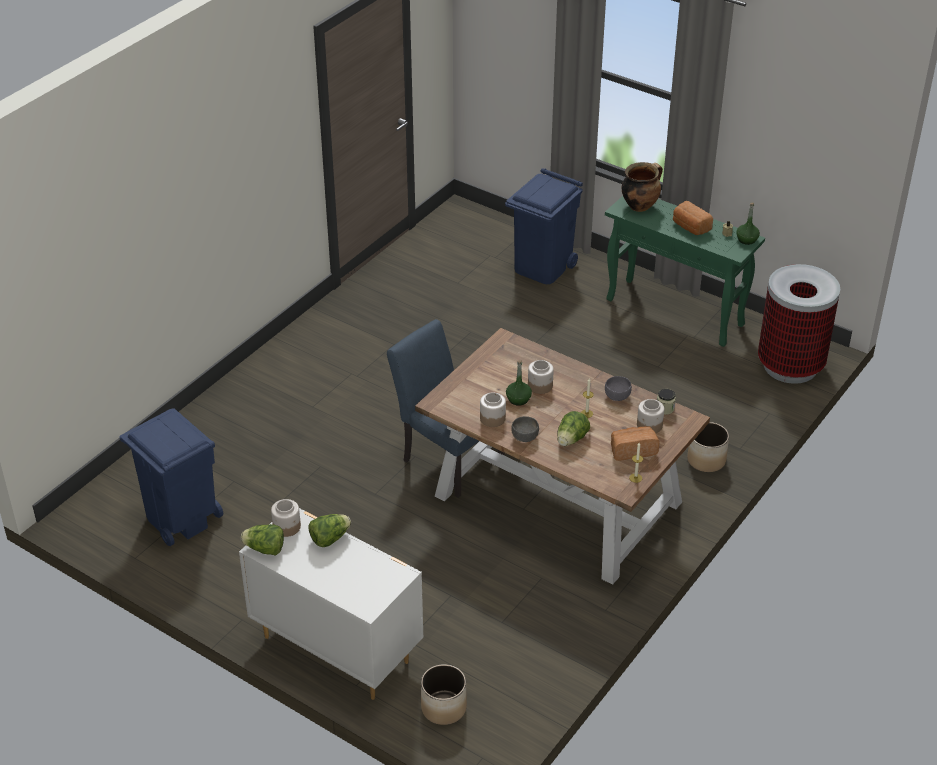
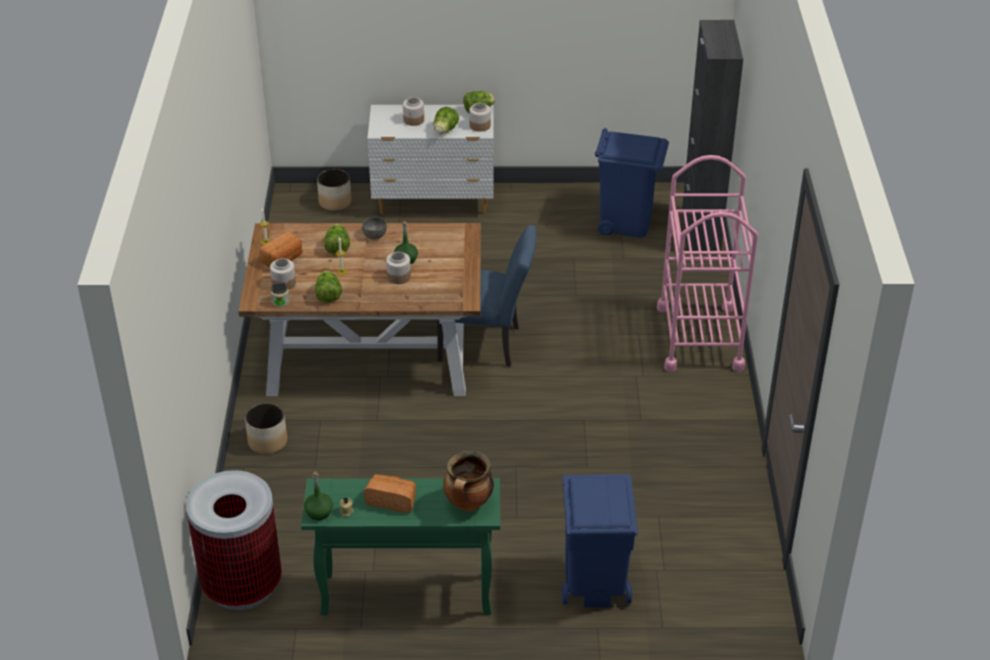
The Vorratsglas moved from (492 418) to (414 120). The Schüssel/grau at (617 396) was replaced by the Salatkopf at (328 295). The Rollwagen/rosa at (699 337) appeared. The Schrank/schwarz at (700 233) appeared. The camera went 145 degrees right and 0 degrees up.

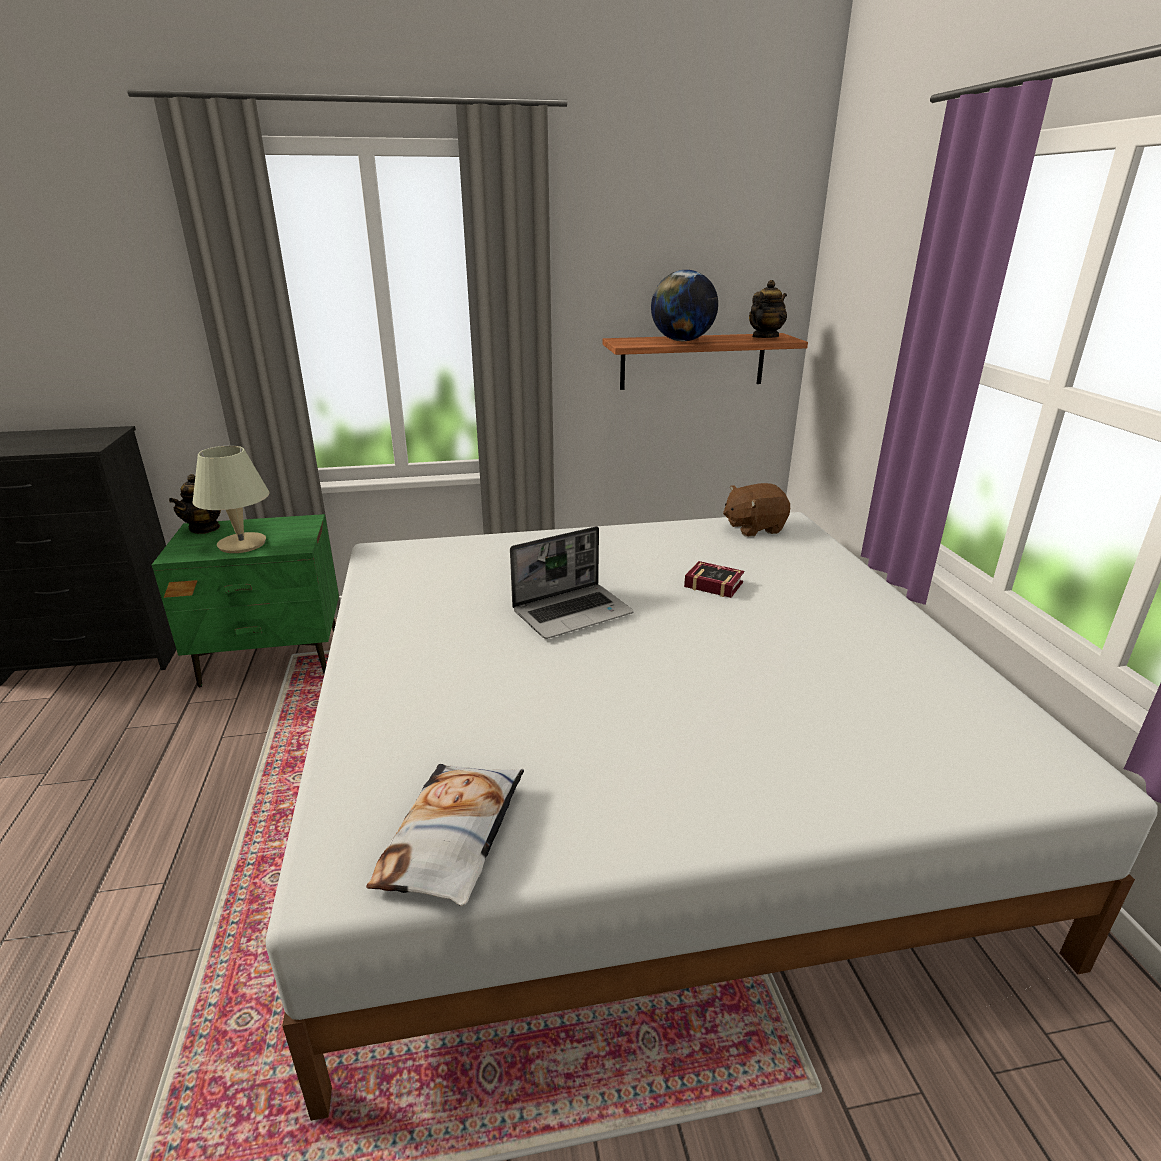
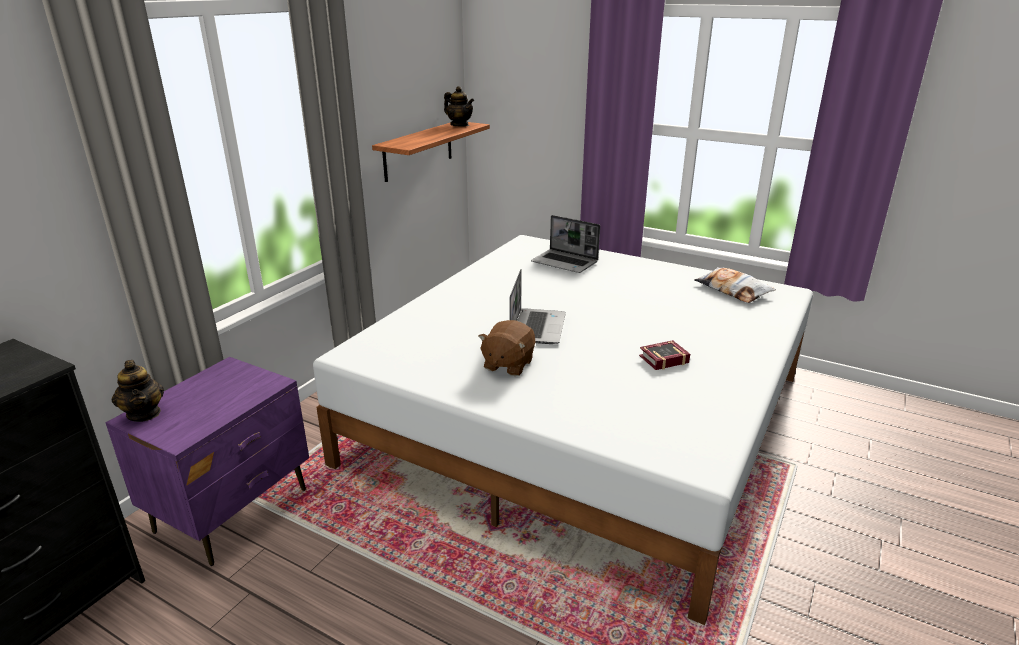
The Nachttisch/grün at (272 657) became the Nachttisch/lila at (233 510). The Tischlampe/beige at (241 544) disappeared. The Kissen moved from (454 838) to (733 290). The Globus at (682 341) disappeared. The Buch moved from (712 583) to (661 359). The Plüschtier/braun moved from (753 528) to (507 364). The Teekanne at (764 337) turned 135 degrees clockwise. The Laptop at (565 262) appeared. The camera went 50 degrees left and 0 degrees up.

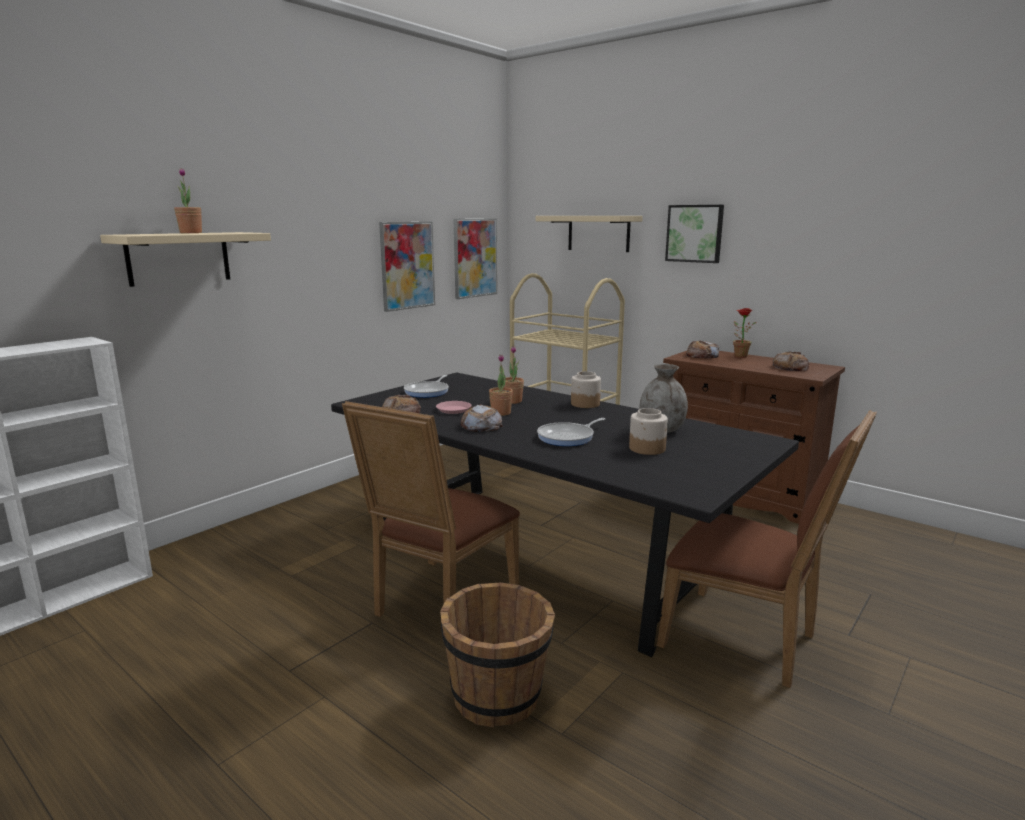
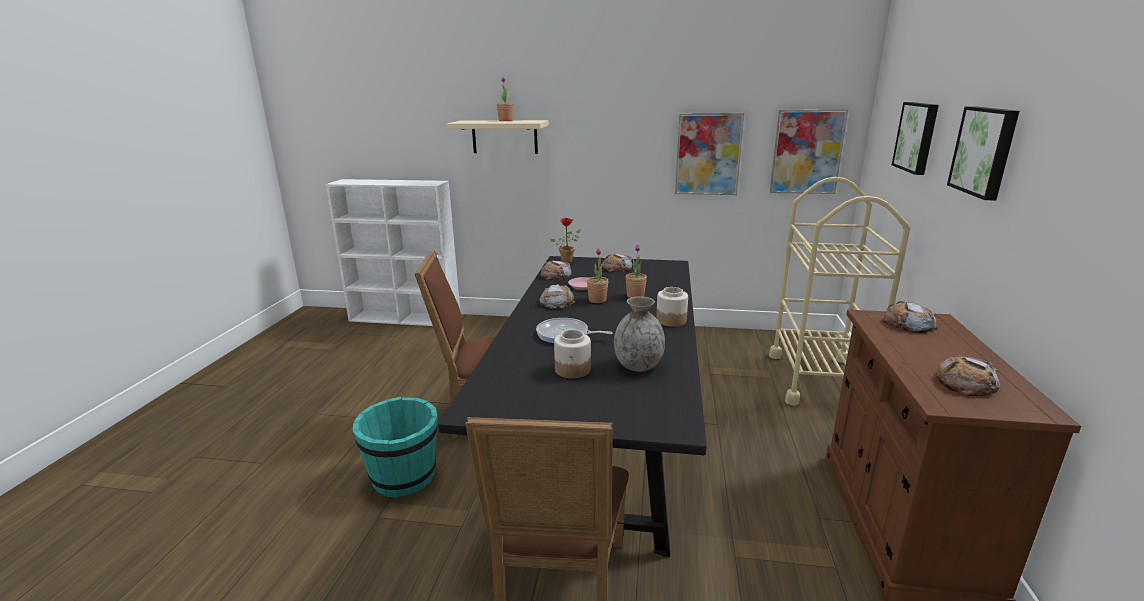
The Pfanne at (428 391) was replaced by the Brot at (617 268). The Eimer/braun at (498 696) became the Eimer/türkis at (404 477). The Wandregal/beige at (598 233) was replaced by the Bild at (917 137). The Topfpflanze moved from (738 356) to (568 260). The camera went 60 degrees right and 5 degrees up.

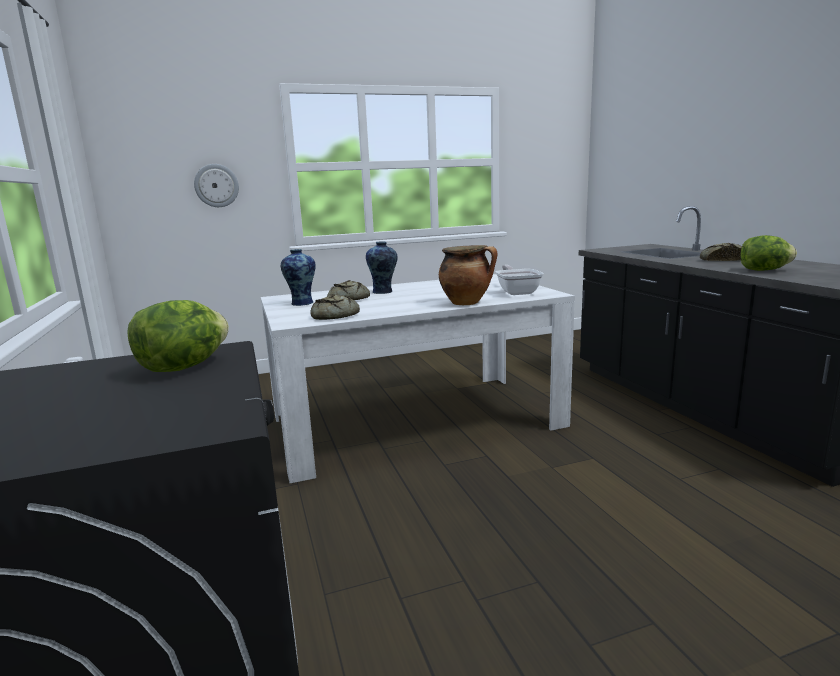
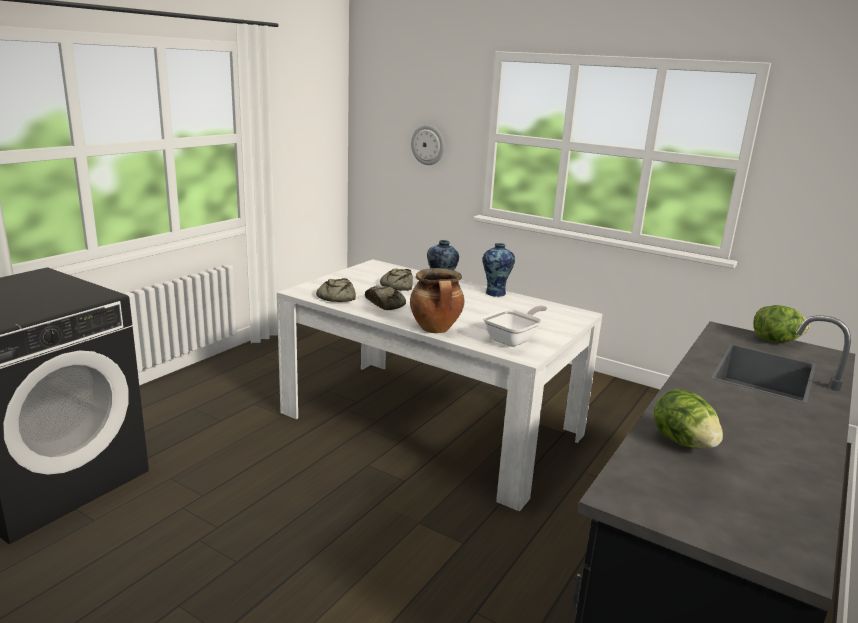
The Salatkopf moved from (184 367) to (775 341). The Vase moved from (301 303) to (495 293). The Brot moved from (721 260) to (385 303). The camera went 50 degrees right and 5 degrees up.

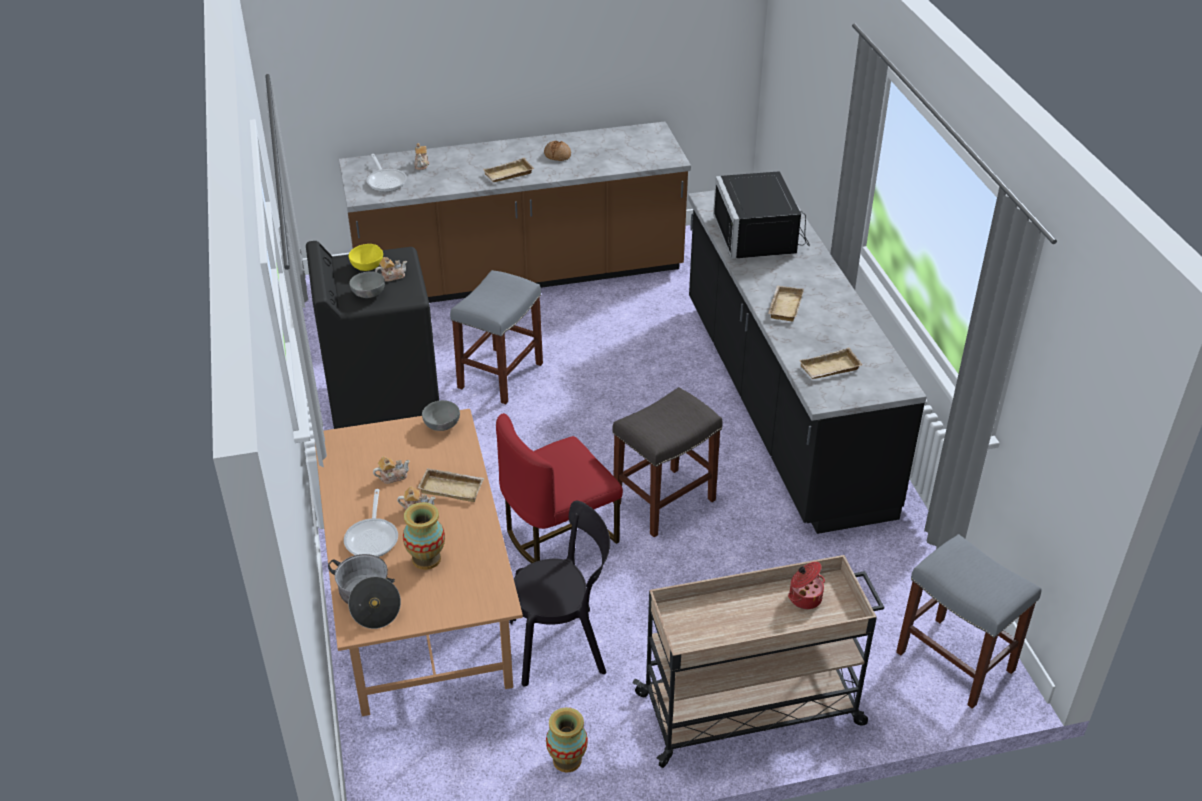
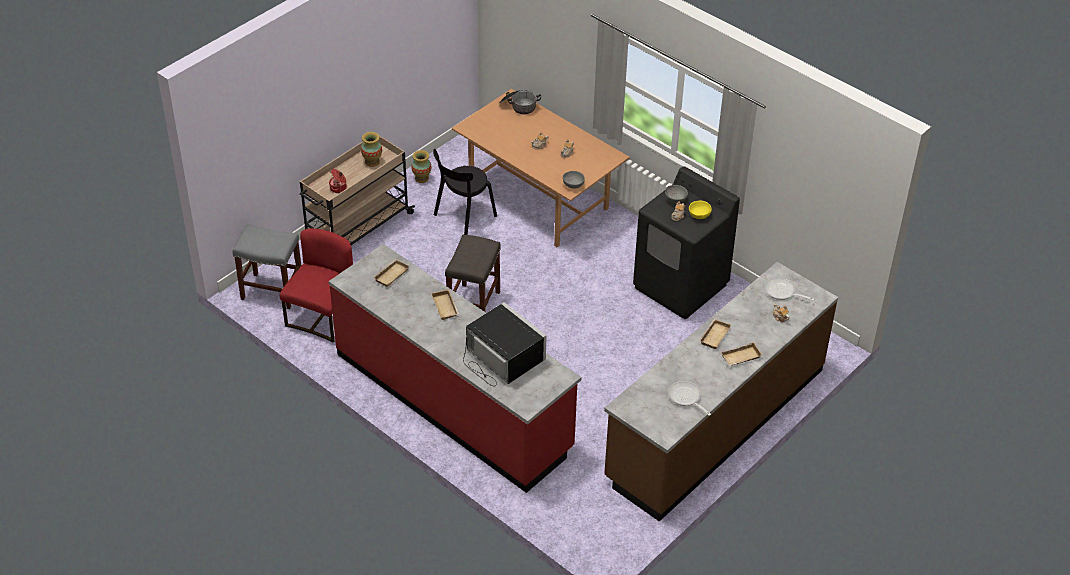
The Pfanne moved from (373 537) to (686 398). The Vase moved from (426 559) to (372 162). The Tablett/beige moved from (452 488) to (741 358). The Hocker/grau at (500 374) disappeared. The Stuhl/rot moved from (558 532) to (322 316). The Brot at (557 155) disappeared. The Küchenzeile/schwarz at (781 404) became the Küchenzeile/rot at (453 401). The camera went 145 degrees right and 5 degrees up.

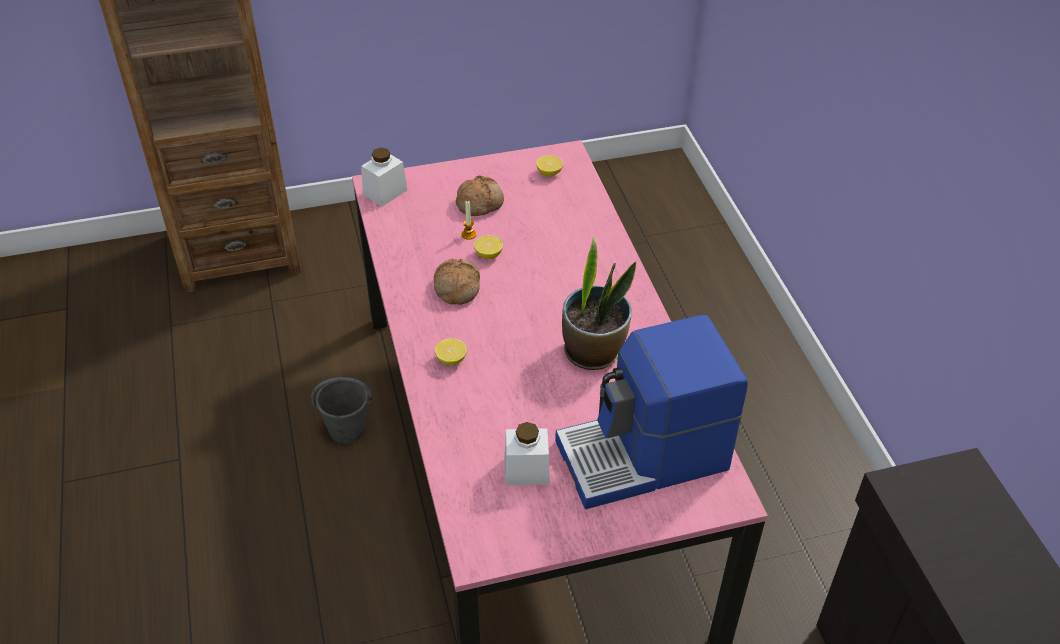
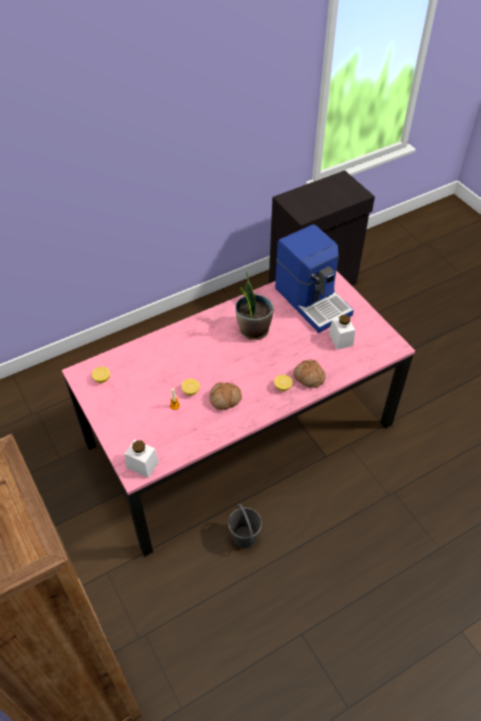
The Brot moved from (479 203) to (308 377). The camera went 105 degrees left and 5 degrees up.

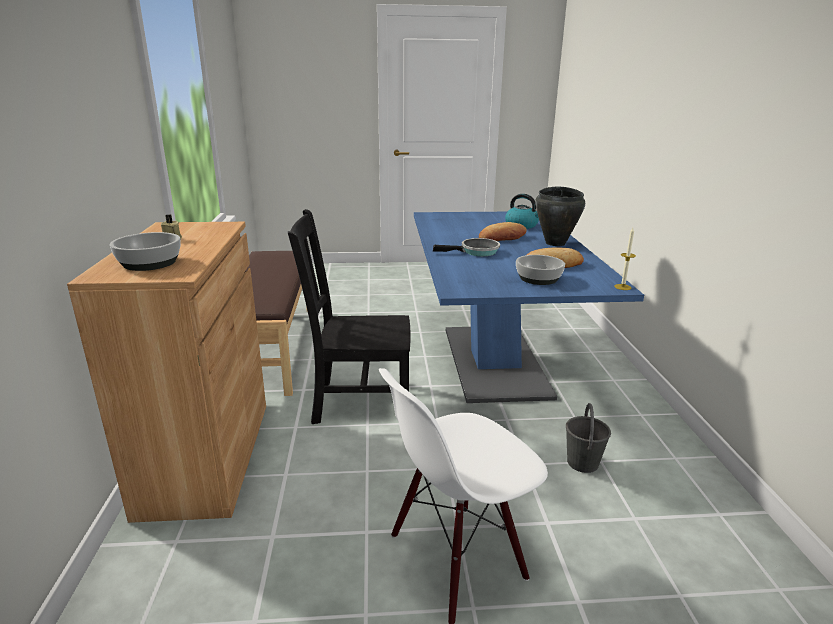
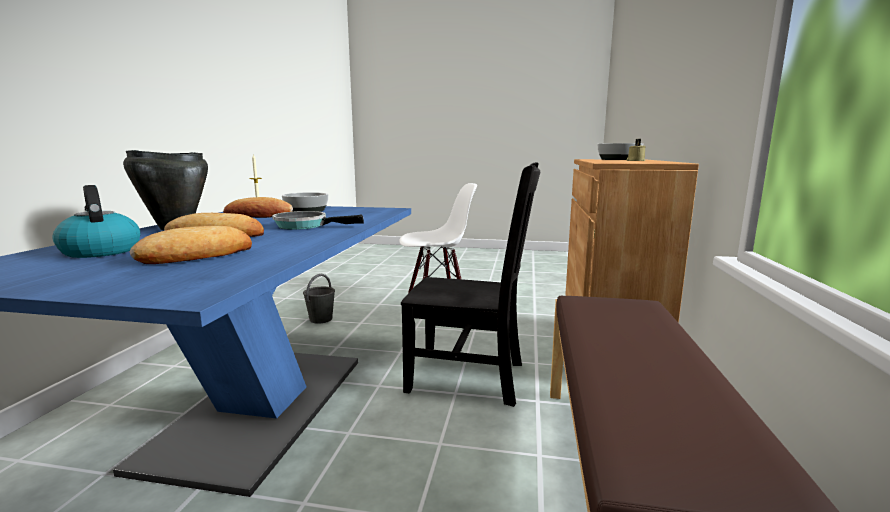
The Brot at (198 255) appeared. The camera went 165 degrees left and 10 degrees down.

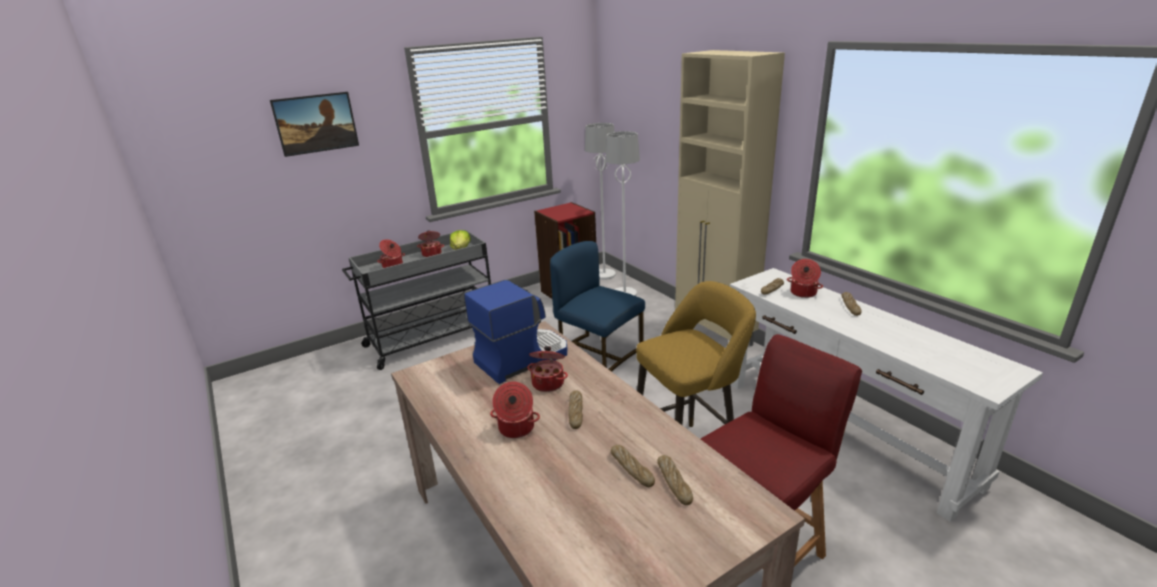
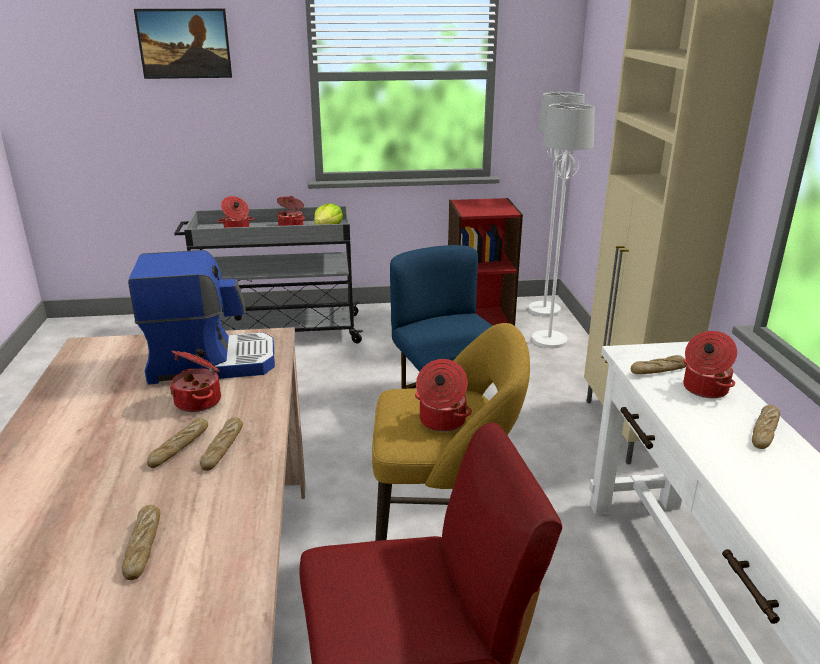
The Kochtopf moved from (516 428) to (441 421). The Brot moved from (674 483) to (223 448). The camera went 25 degrees right and 0 degrees up.

